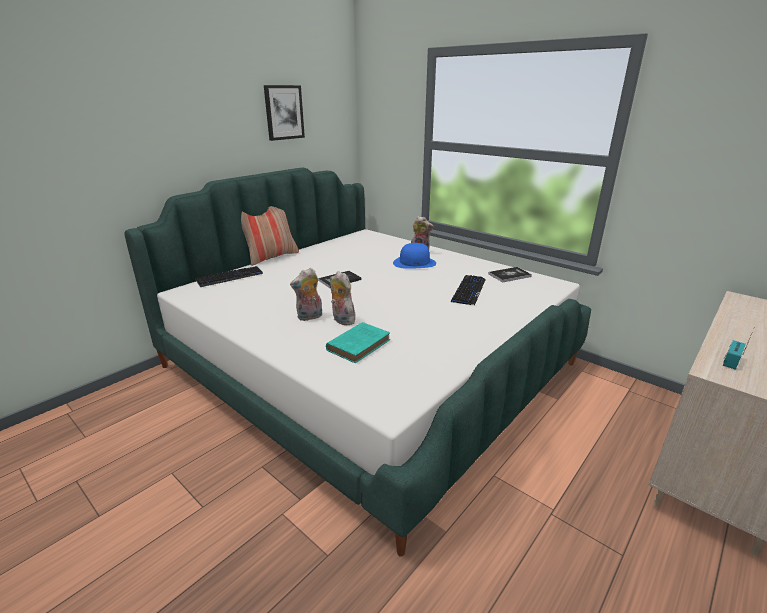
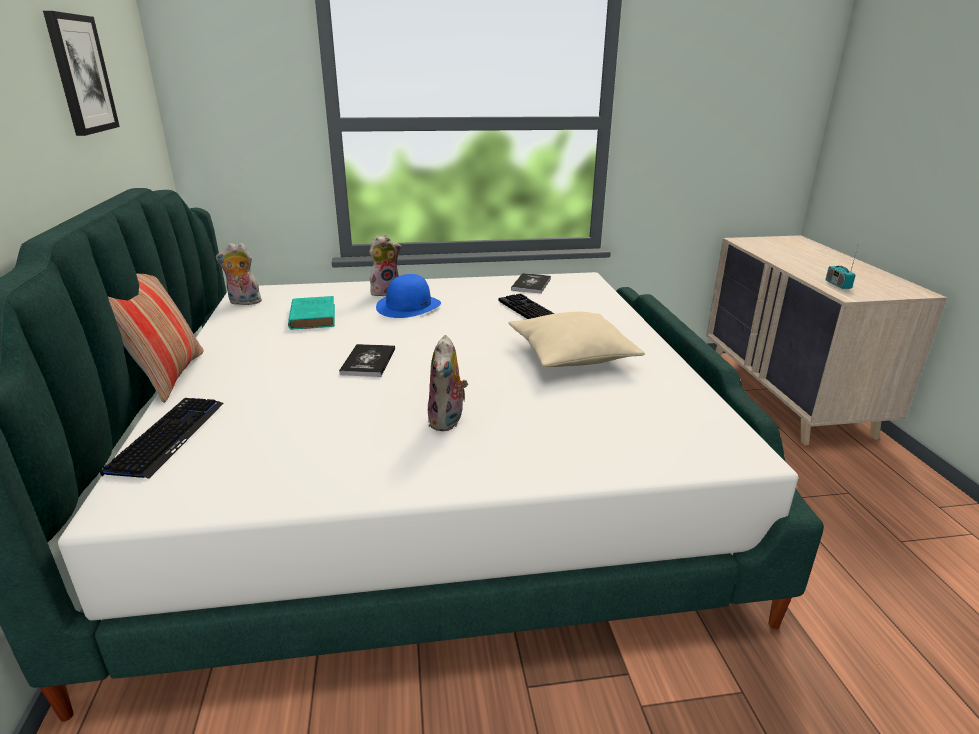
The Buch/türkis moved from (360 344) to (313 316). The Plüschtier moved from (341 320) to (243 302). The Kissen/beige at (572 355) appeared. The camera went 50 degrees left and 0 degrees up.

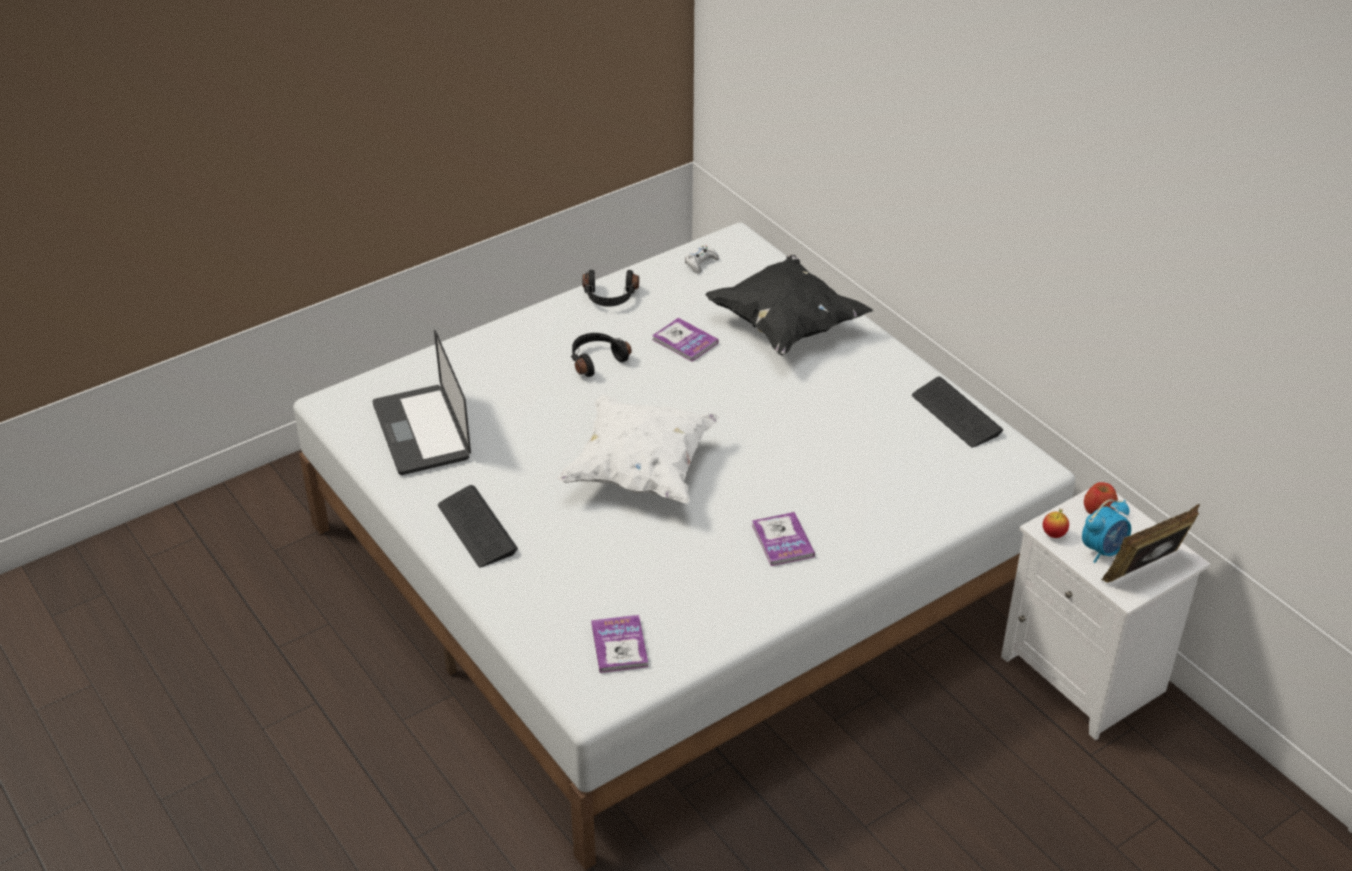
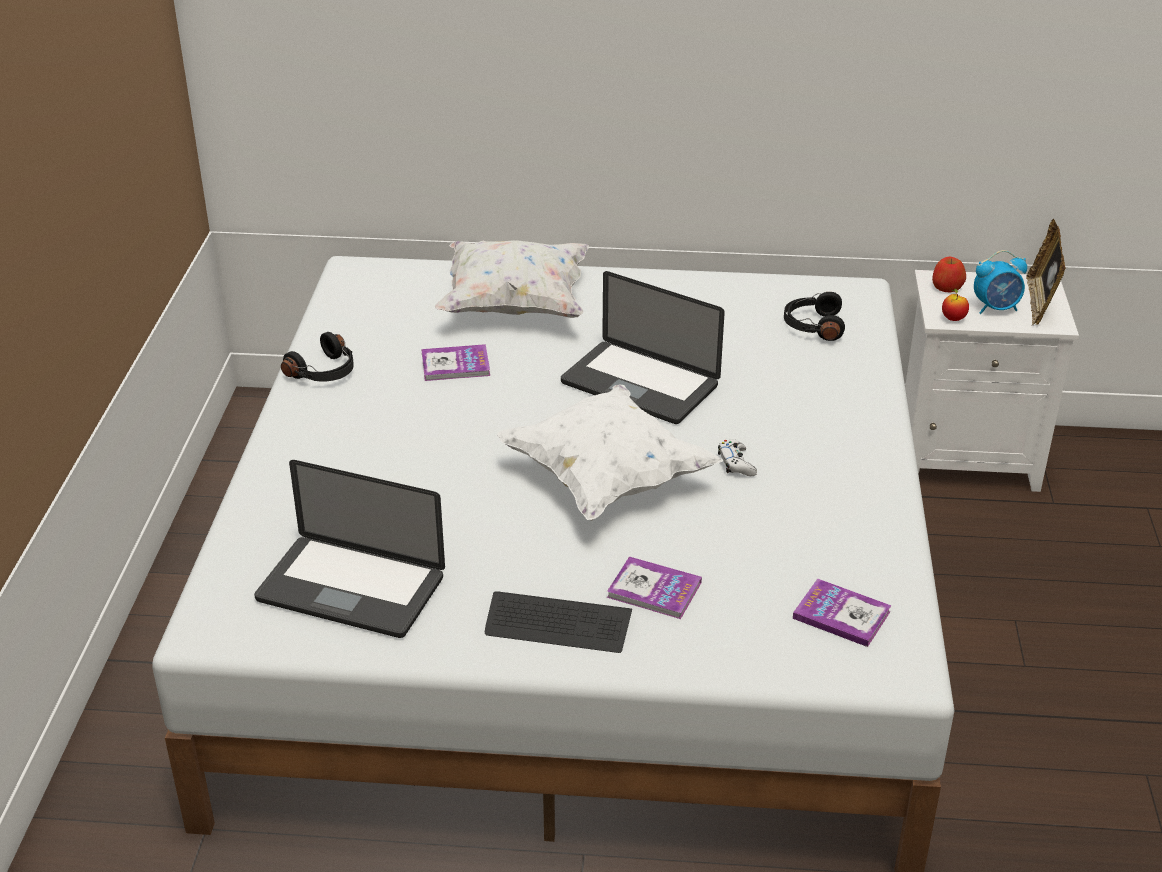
The Kopfhörer/schwarz moved from (596 360) to (812 326). The Gamepad/weiß moved from (701 263) to (736 464). The Kissen/schwarz at (785 325) became the Kissen/weiß at (514 305). The Buch moved from (782 540) to (654 590). The Tastatur at (956 414) disappeared. The Wecker at (1103 550) turned 75 degrees clockwise. The Laptop at (639 384) appeared. The camera went 50 degrees left and 5 degrees down.

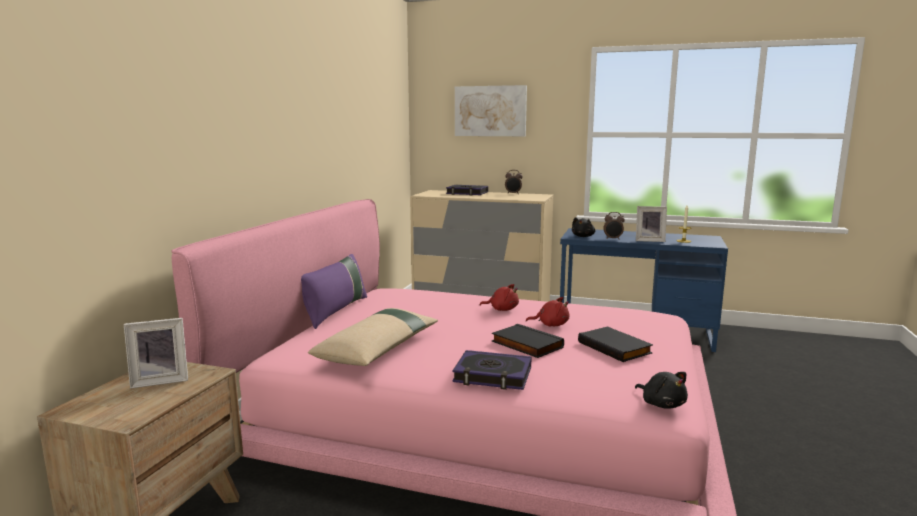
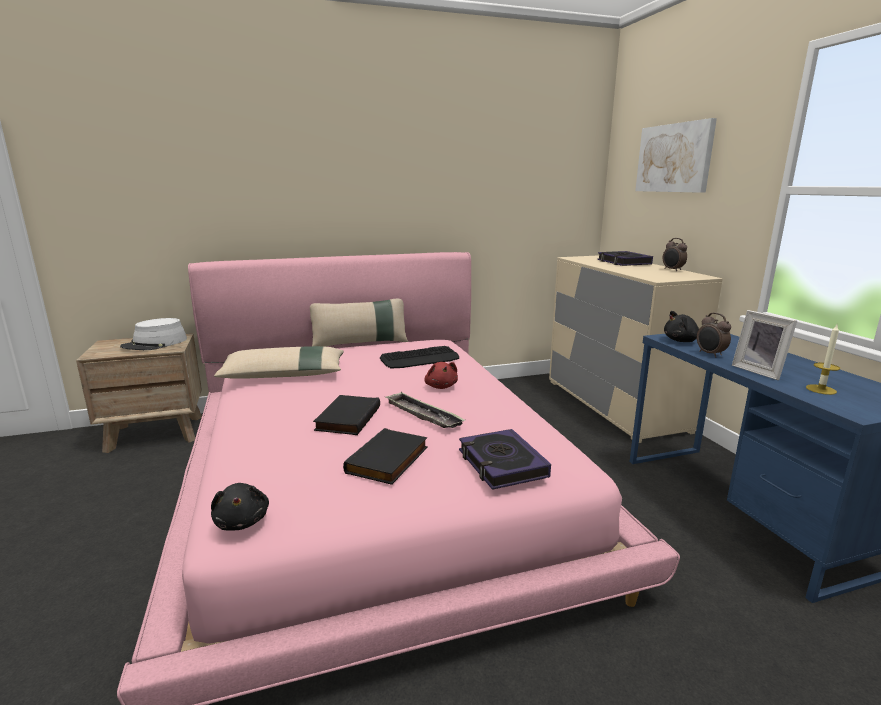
The Bilderrahmen at (160 380) was replaced by the Hut/grau at (155 343). The Kissen/lila at (335 311) became the Kissen/beige at (360 344). The Buch moved from (492 376) to (501 464). The Plüschtier/rot at (551 325) was replaced by the Tablett at (423 415). The Plüschtier/schwarz at (662 404) turned 45 degrees counterclockwise. The Tastatur at (420 359) appeared. The camera went 55 degrees right and 5 degrees up.

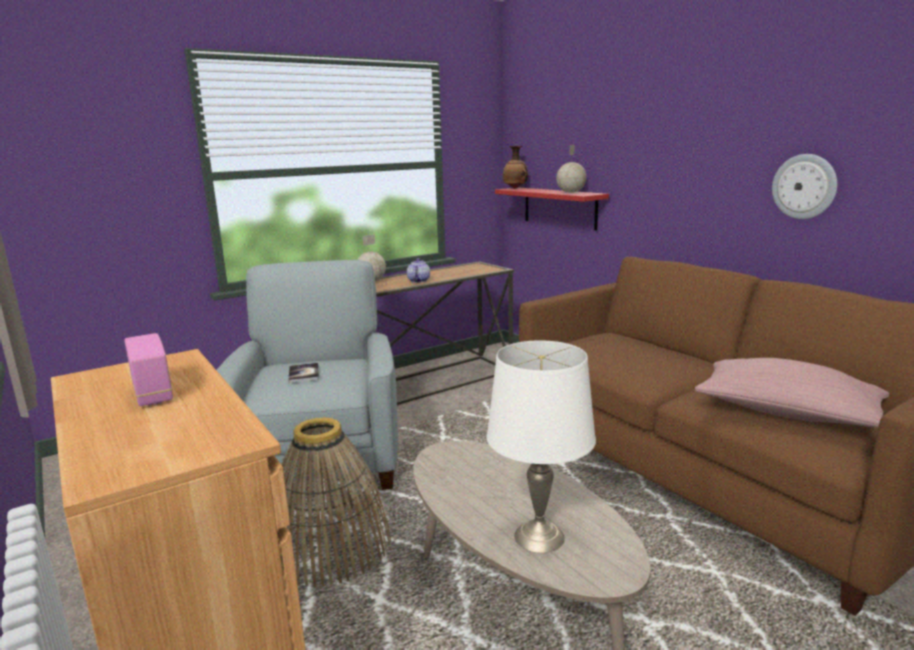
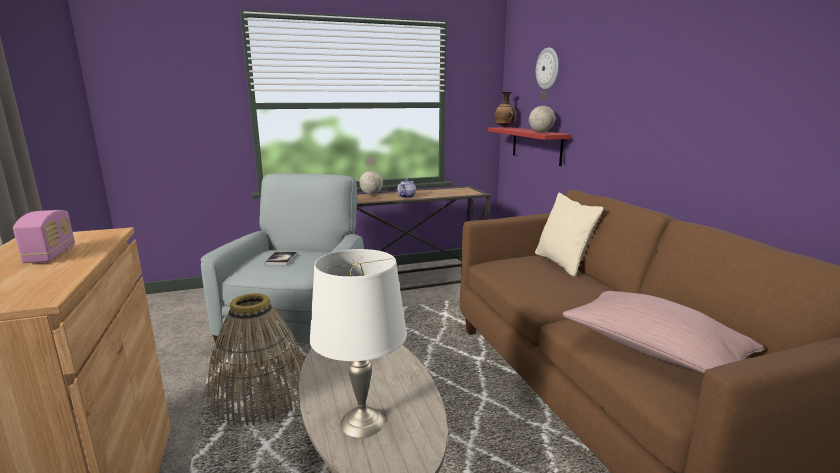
The Wanduhr moved from (804 186) to (548 68). The Kissen/beige at (562 263) appeared. The camera went 15 degrees right and 0 degrees up.

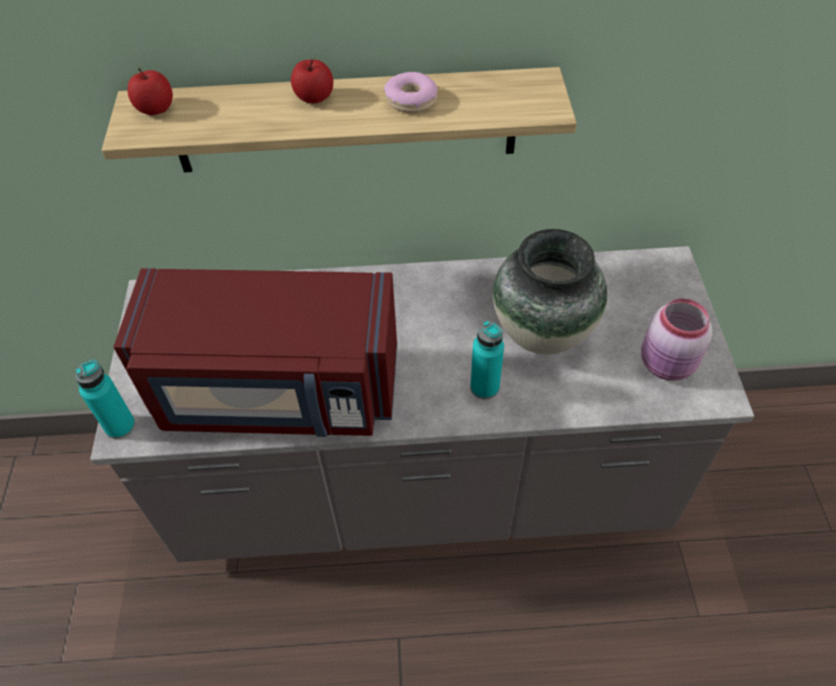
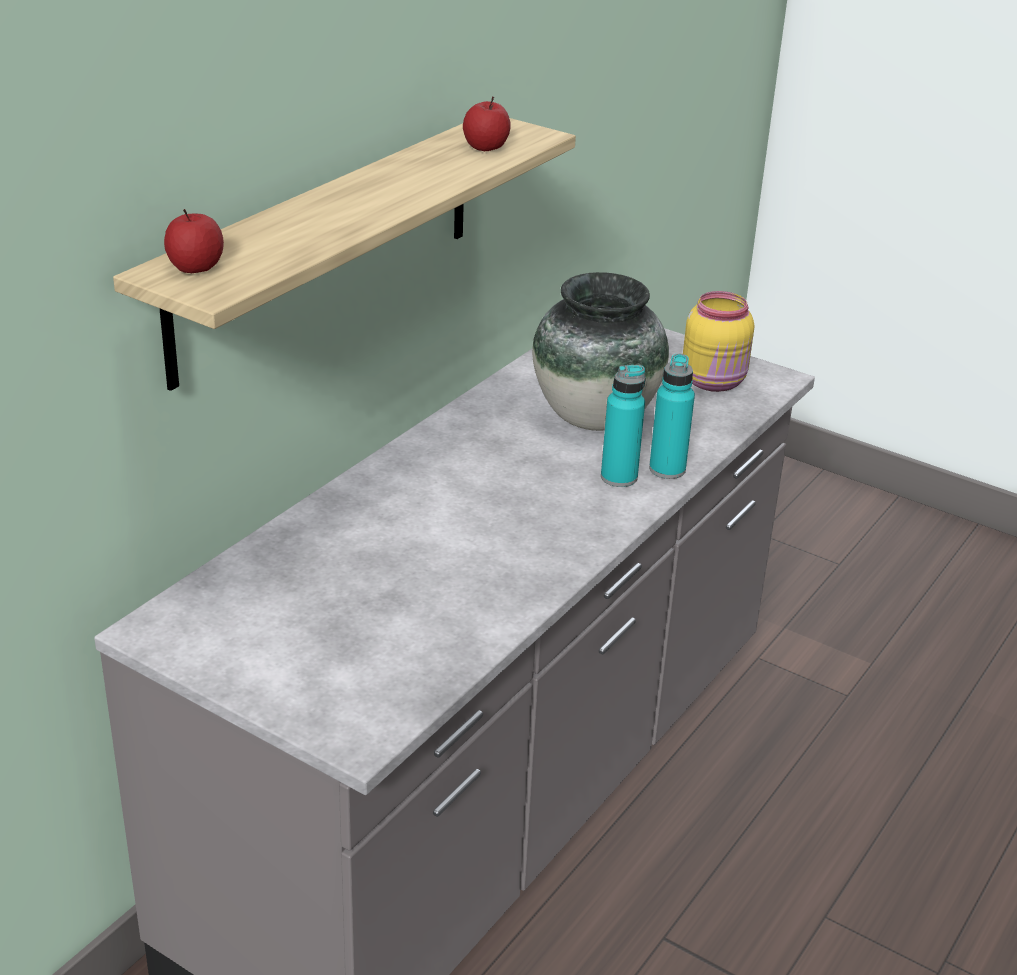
The Flasche/türkis moved from (120 426) to (667 469). The Mikrowelle/rot at (277 391) disappeared. The Apfel moved from (314 98) to (486 147). The Donut at (411 100) disappeared. The Vorratsglas/rosa at (667 365) became the Vorratsglas/gelb at (715 382). The camera went 55 degrees left and 20 degrees down.

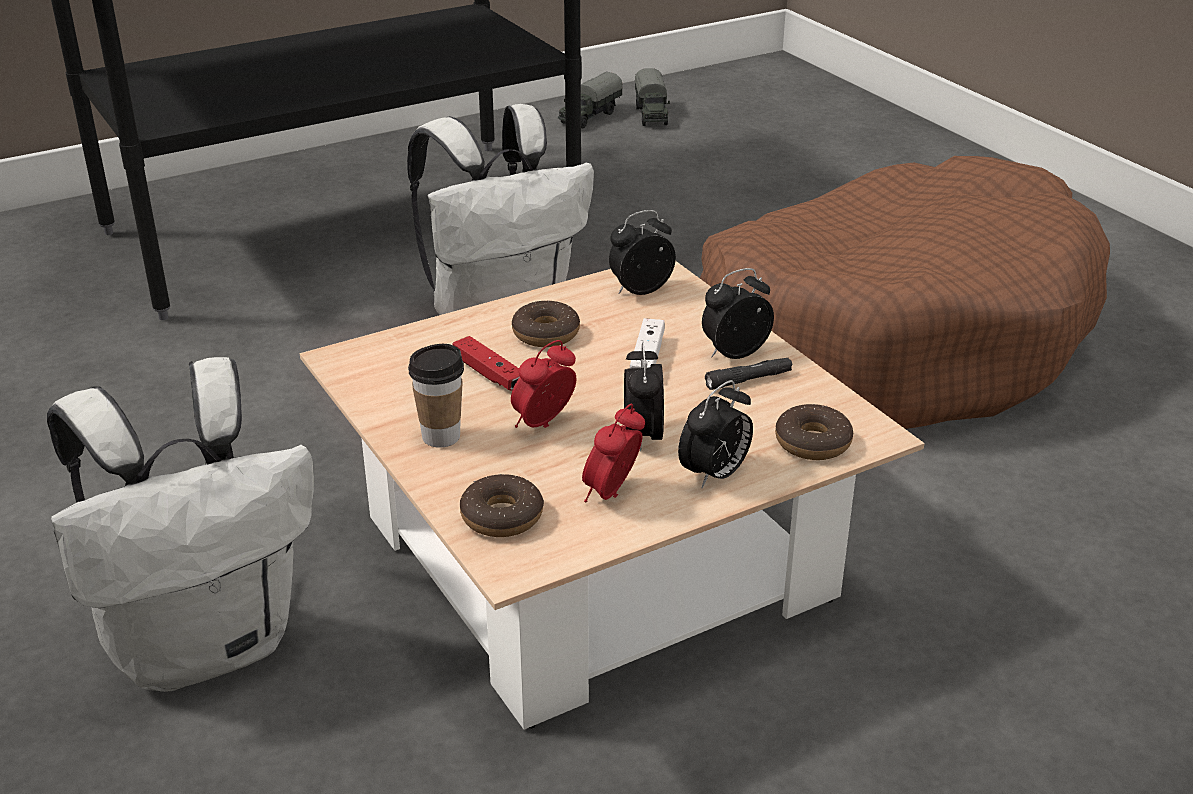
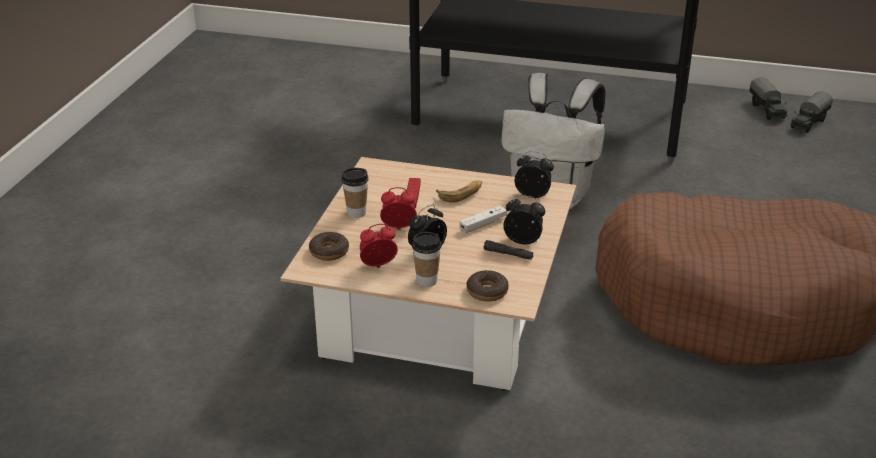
The Rucksack/weiß at (207 644) disappeared. The Donut at (546 334) was replaced by the Banane at (461 194). The Spielzeuglaster at (589 117) turned 90 degrees counterclockwise. The Wecker at (715 475) was replaced by the Tasse at (426 281). The camera went 45 degrees right and 0 degrees up.

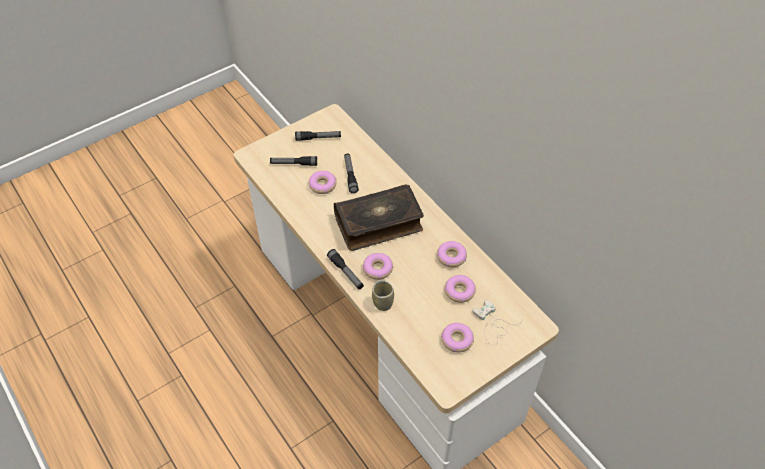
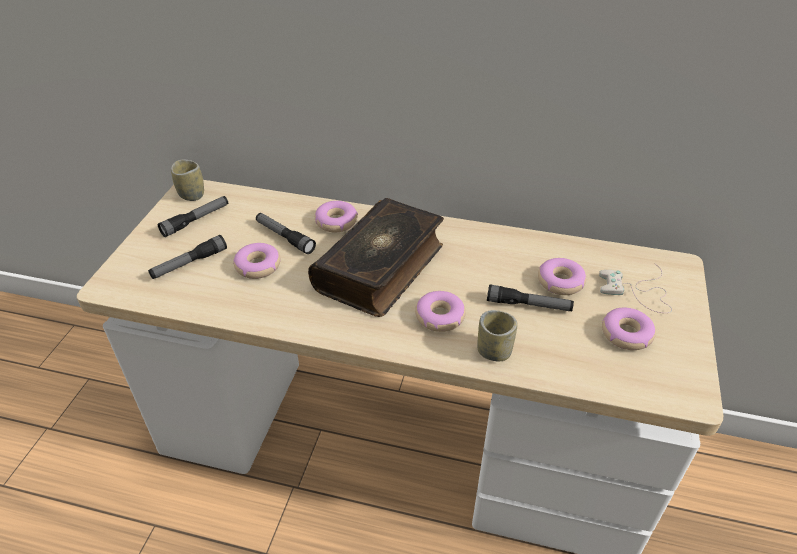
The Taschenlampe moved from (346 272) to (528 305). The Donut moved from (451 257) to (336 222). The Tasse at (192 194) appeared. The camera went 40 degrees left and 10 degrees down.

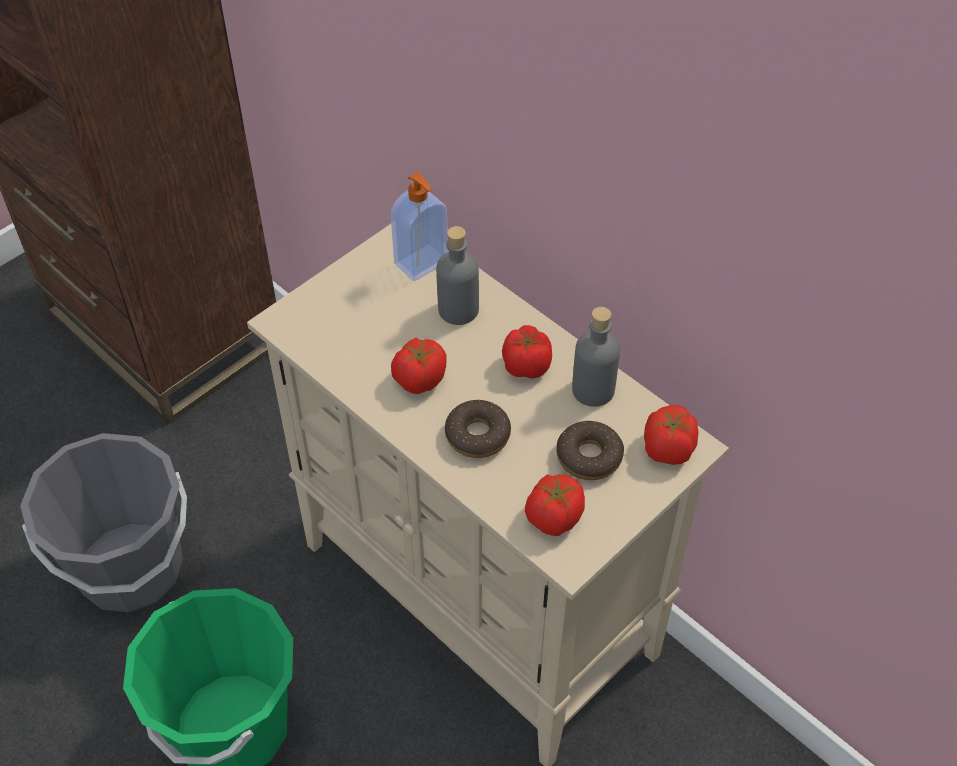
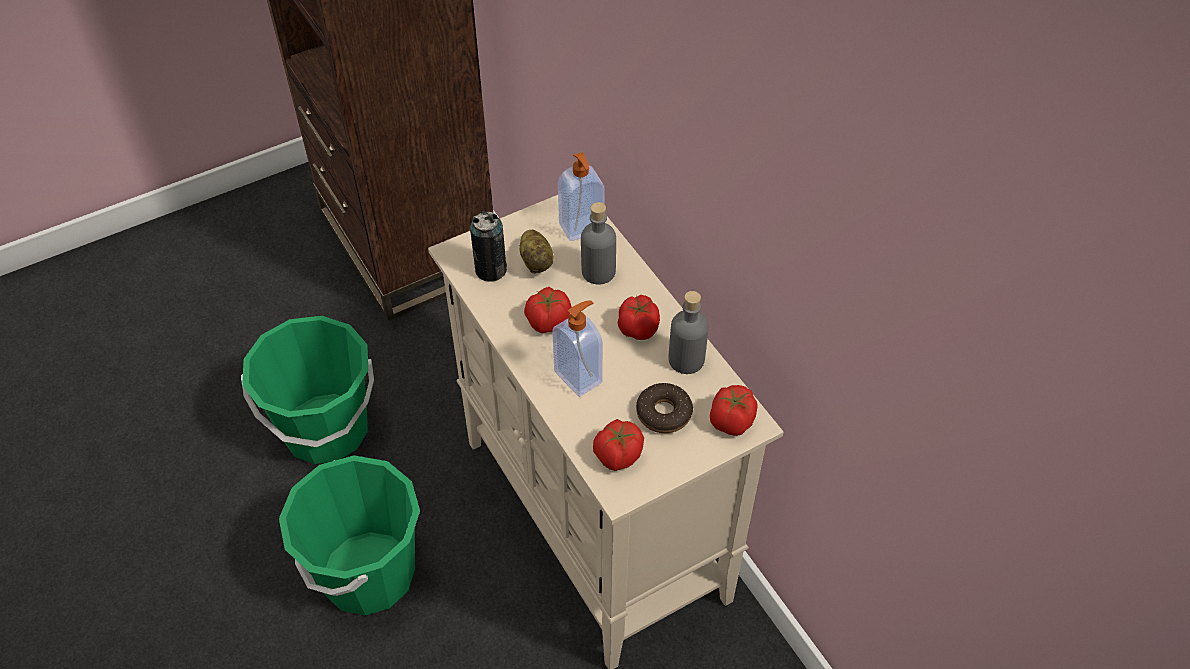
The Eimer/grau at (130 568) became the Eimer/grün at (326 429). The Donut at (477 435) was replaced by the Seifenspender at (579 376). The Dose at (491 270) appeared. The Kartoffel at (537 261) appeared. The camera went 15 degrees right and 0 degrees up.

